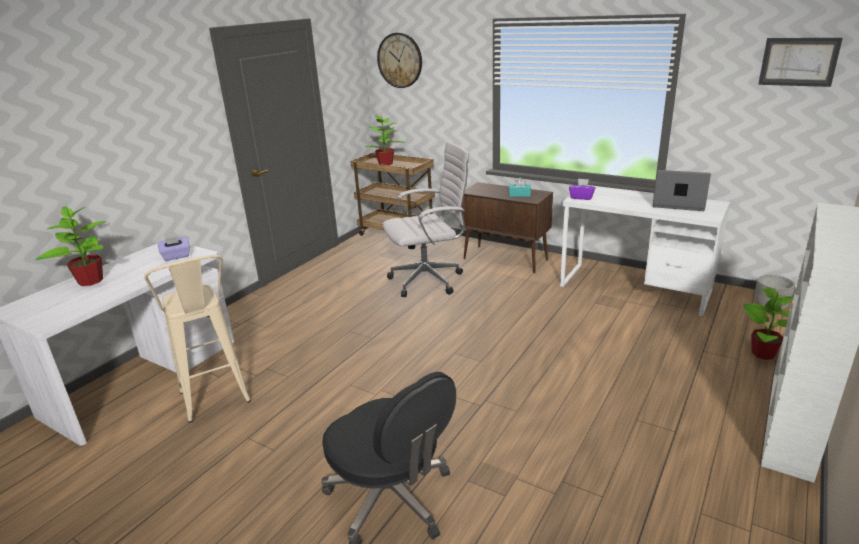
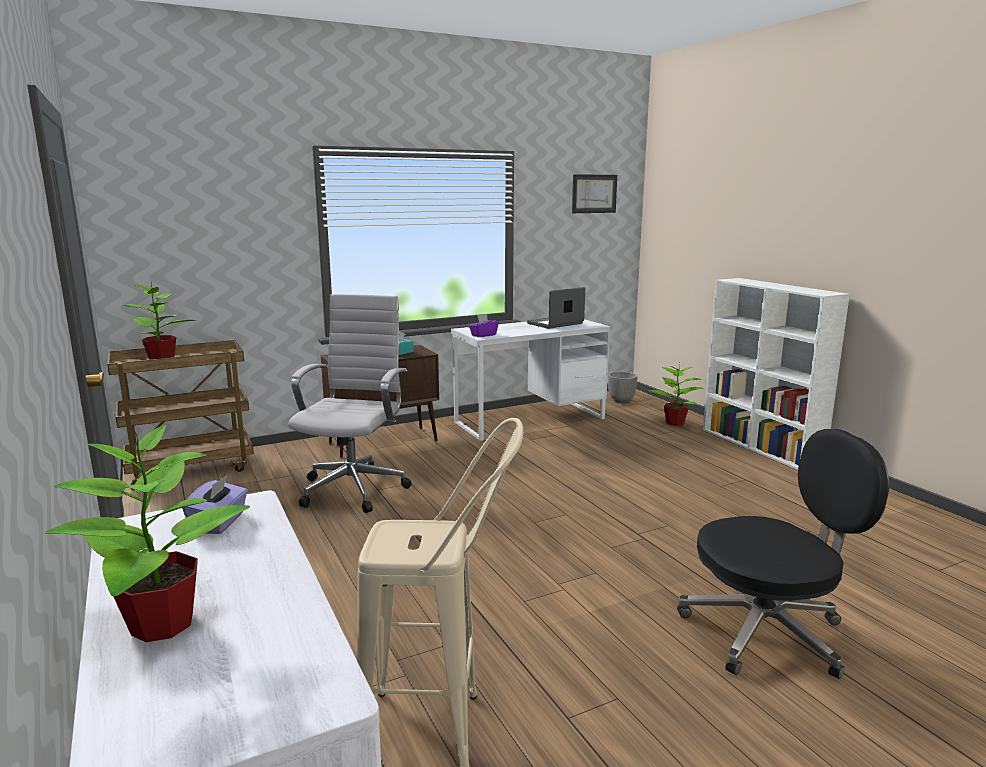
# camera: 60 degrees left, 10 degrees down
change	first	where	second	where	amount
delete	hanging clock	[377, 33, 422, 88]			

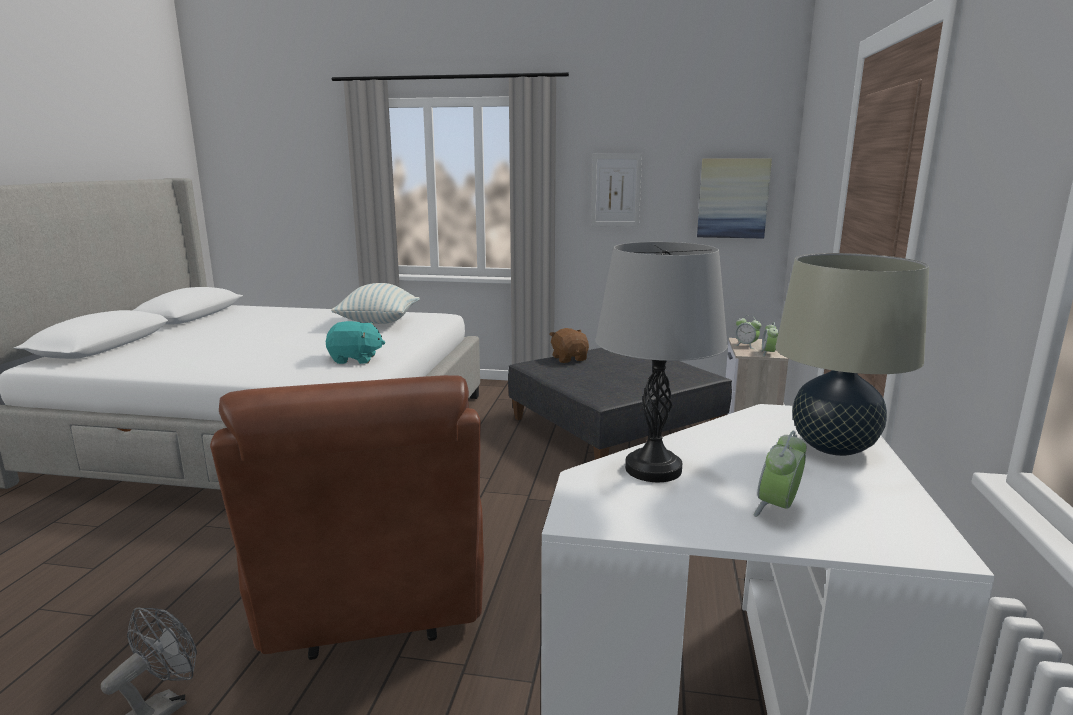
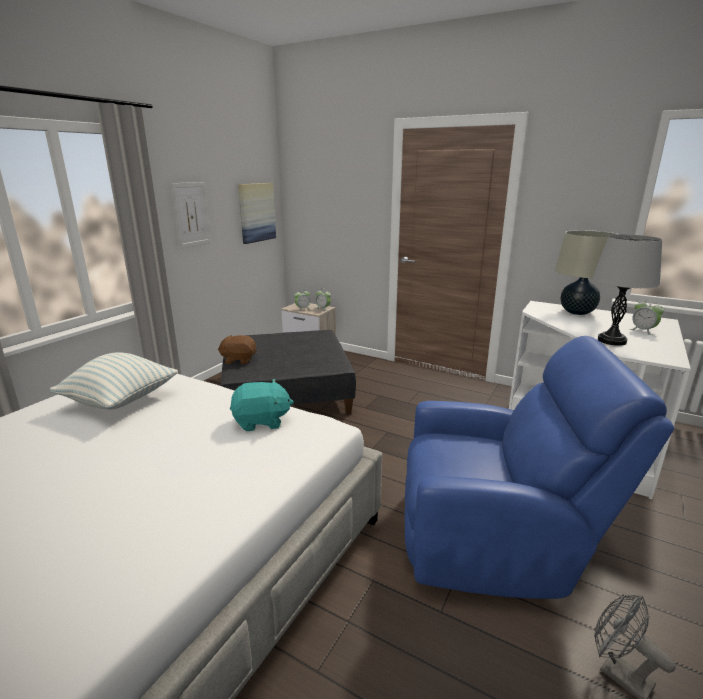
# camera: 70 degrees left, 5 degrees up
change	first	where	second	where	amount
recolor	brown easy chair	[210, 375, 484, 660]	blue easy chair	[404, 336, 674, 599]	
rotate	turquoise plush toy	[326, 321, 385, 364]		[230, 379, 294, 431]	60 degrees clockwise

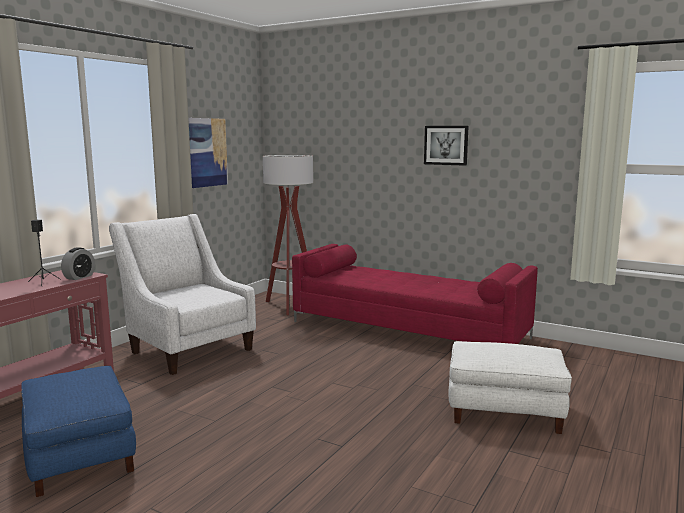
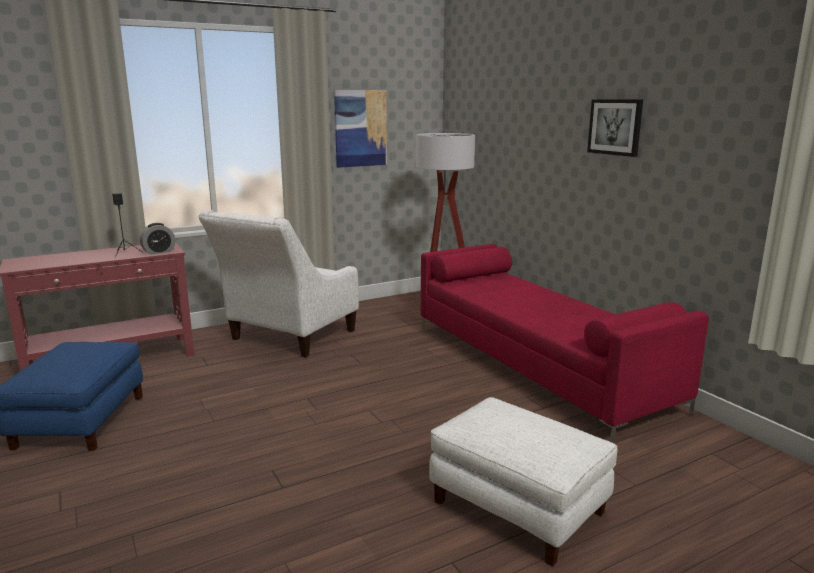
# camera: 30 degrees right, 5 degrees up
change	first	where	second	where	amount
rotate	white easy chair	[109, 214, 256, 375]		[199, 209, 359, 358]	135 degrees counterclockwise

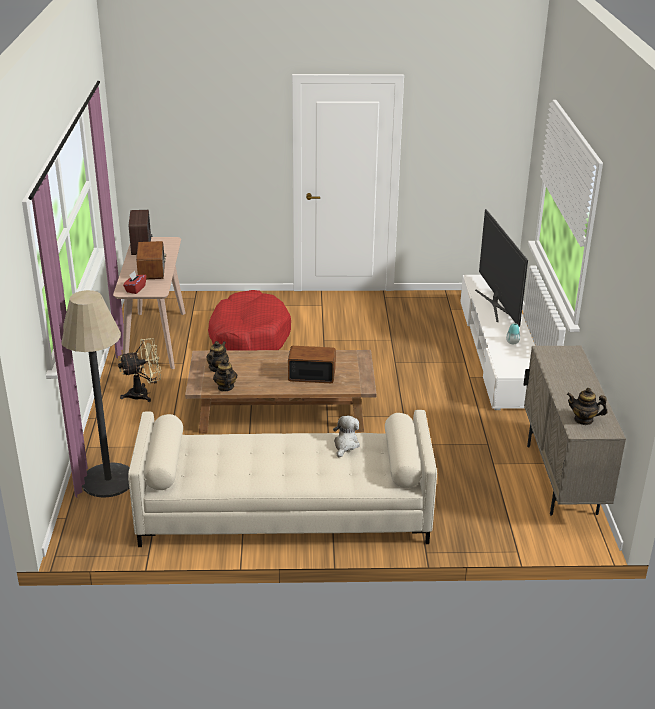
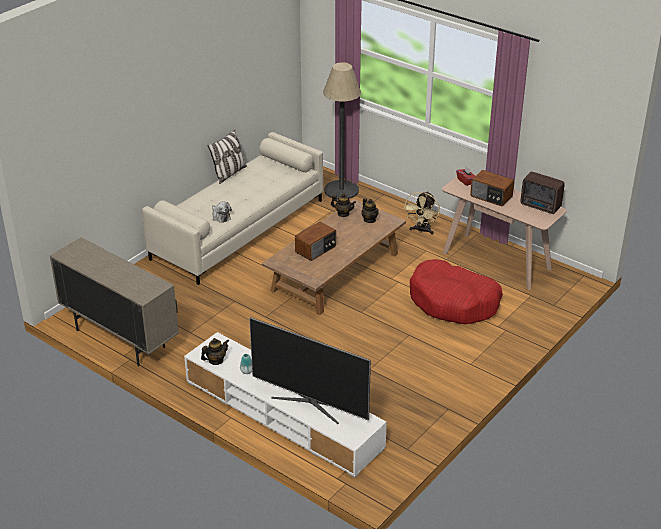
# camera: 130 degrees right, 5 degrees up
change	first	where	second	where	amount
move	tea pot	[567, 388, 607, 425]		[201, 338, 229, 365]	
insert			throw pillow	[207, 130, 247, 184]	

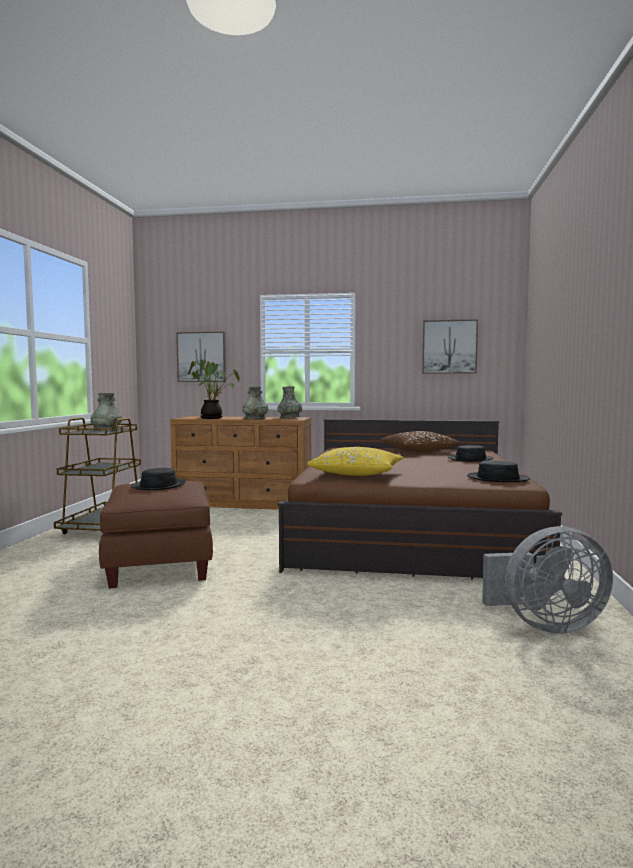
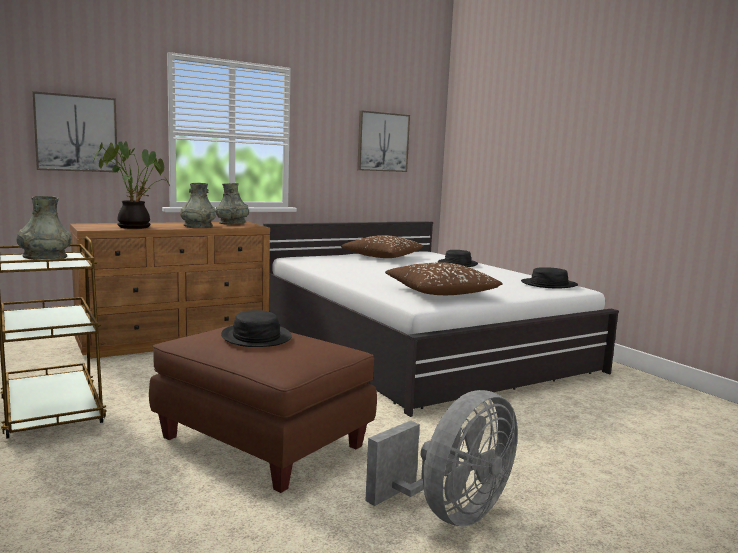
# camera: 40 degrees left, 5 degrees up
change	first	where	second	where	amount
recolor	brown bedroom bed	[278, 419, 562, 580]	white bedroom bed	[263, 221, 619, 417]	
recolor	yellowish throw pillow	[307, 447, 404, 476]	brown throw pillow	[385, 262, 503, 295]	
move	grey electric fan	[482, 526, 613, 634]		[365, 390, 518, 527]	

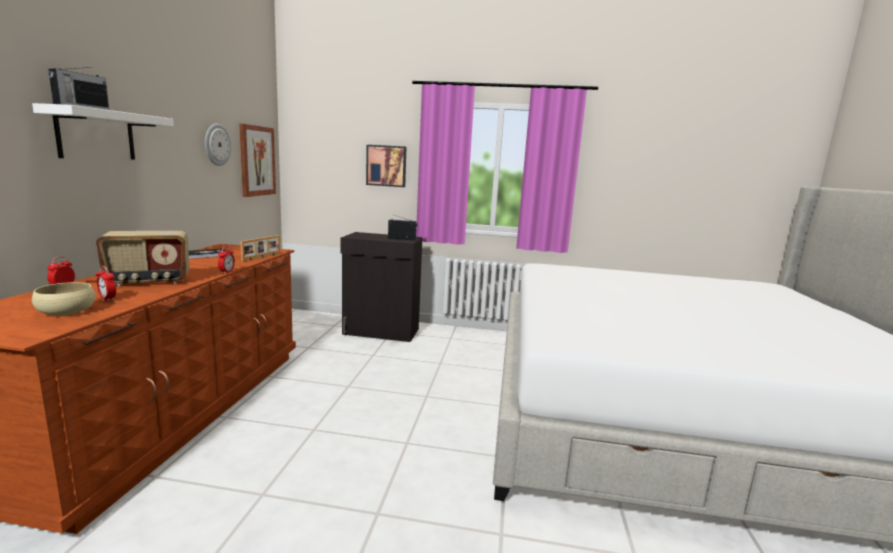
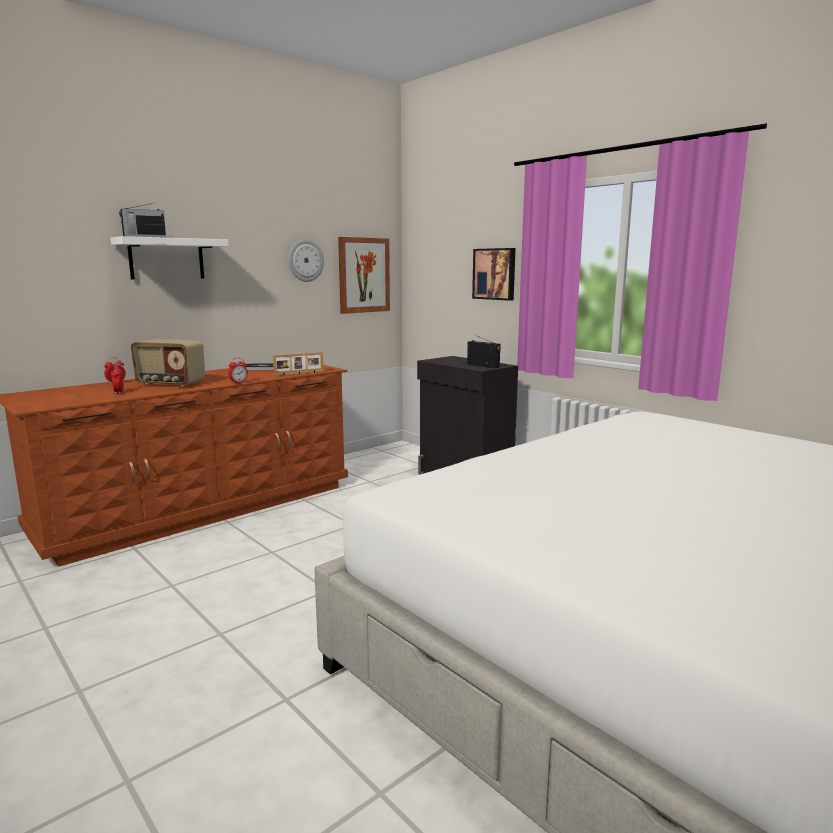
# camera: 40 degrees right, 0 degrees up
change	first	where	second	where	amount
delete	sand-coloured bowl	[32, 282, 95, 316]			

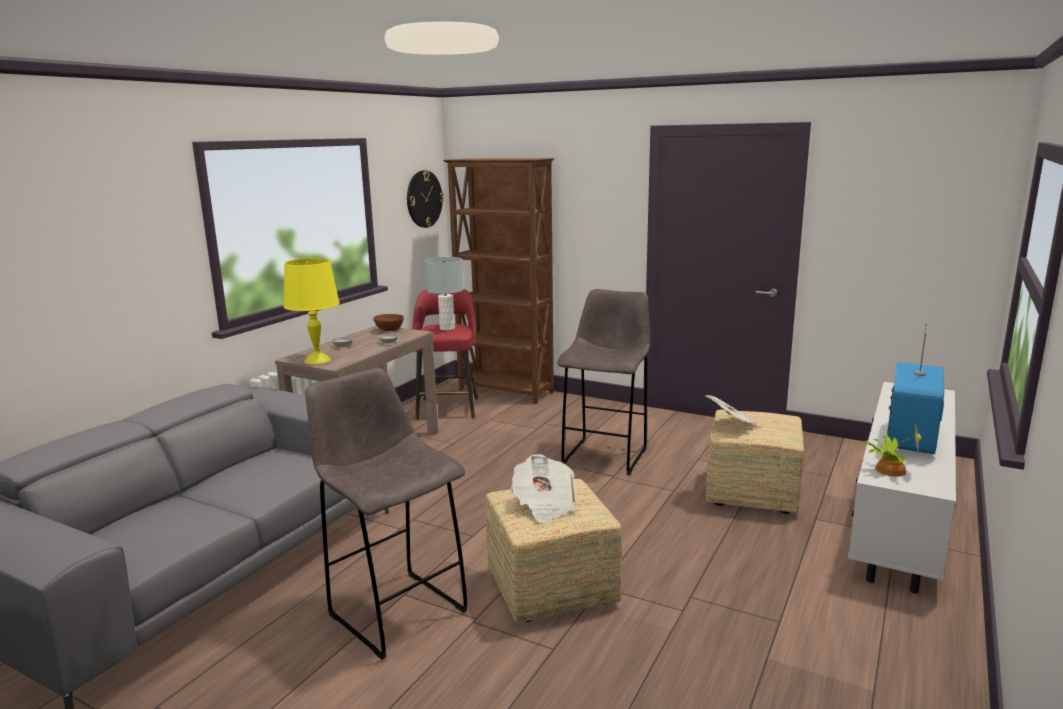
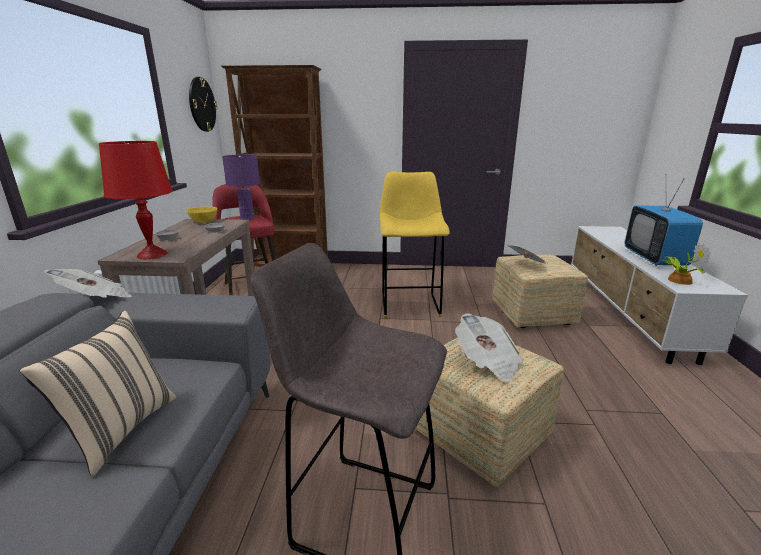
# camera: 25 degrees left, 5 degrees up
change	first	where	second	where	amount
recolor	yellowish tabletop lamp	[284, 258, 340, 364]	red-coloured tabletop lamp	[99, 141, 172, 259]	
recolor	brown bowl	[373, 314, 404, 331]	yellowish bowl	[187, 207, 217, 223]	
recolor	grey tabletop lamp	[425, 257, 463, 331]	purple tabletop lamp	[222, 154, 260, 220]	
recolor	grey sitting stool	[557, 289, 650, 475]	yellowish sitting stool	[379, 172, 450, 318]	
insert			sand-coloured throw pillow	[19, 311, 176, 476]	
insert			daily paper	[44, 269, 133, 298]	

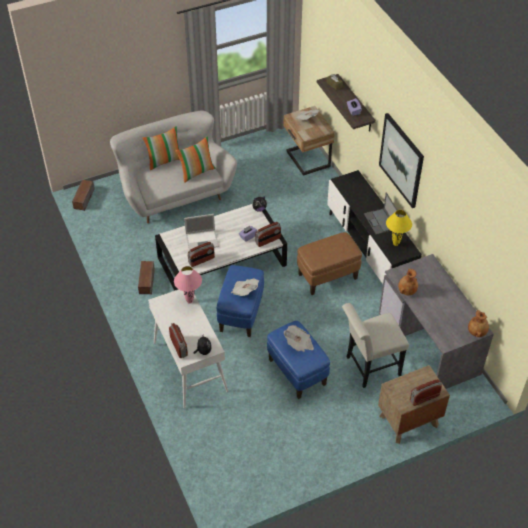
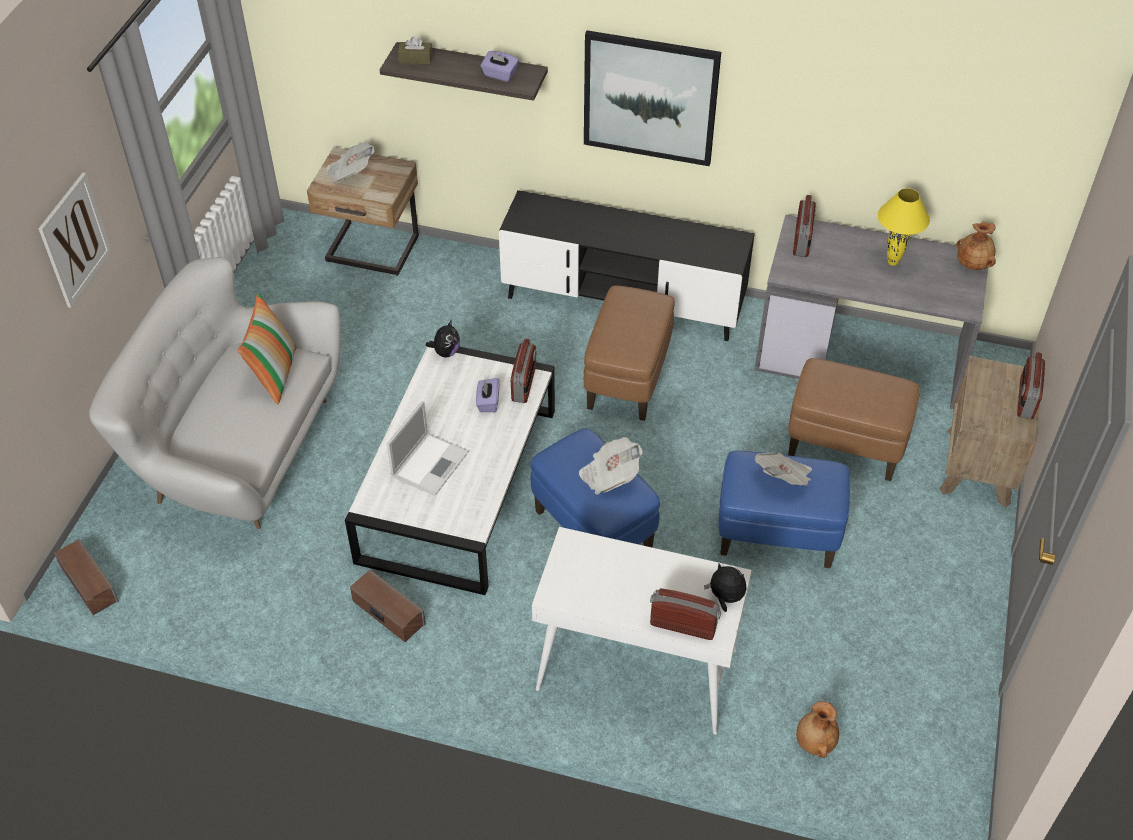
# camera: 50 degrees left, 0 degrees up
change	first	where	second	where	amount
delete	throw pillow	[143, 126, 180, 170]			
delete	pinkish tabletop lamp	[174, 266, 202, 304]			
move	radio receiver	[187, 242, 215, 267]		[793, 195, 817, 257]	
replace	white upright chair	[342, 303, 409, 388]	brown footrest	[788, 358, 920, 481]	
delete	portable computer	[364, 192, 399, 235]			
move	yellowish tabletop lamp	[386, 210, 412, 246]		[877, 188, 930, 266]	
move	brown vase	[398, 269, 418, 295]		[796, 701, 839, 758]	
insert			picture	[38, 172, 112, 308]	

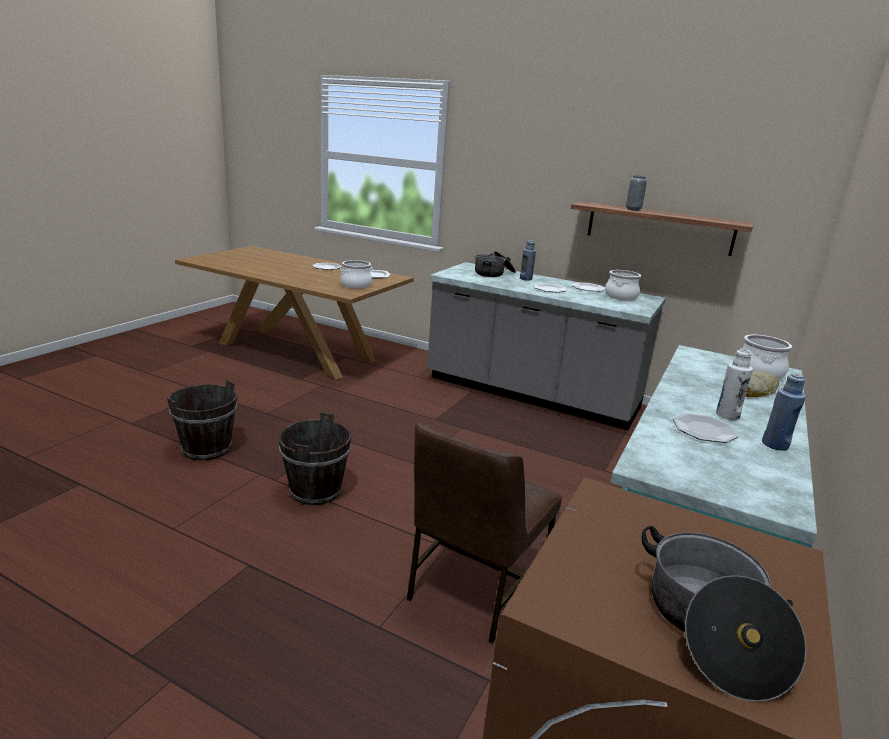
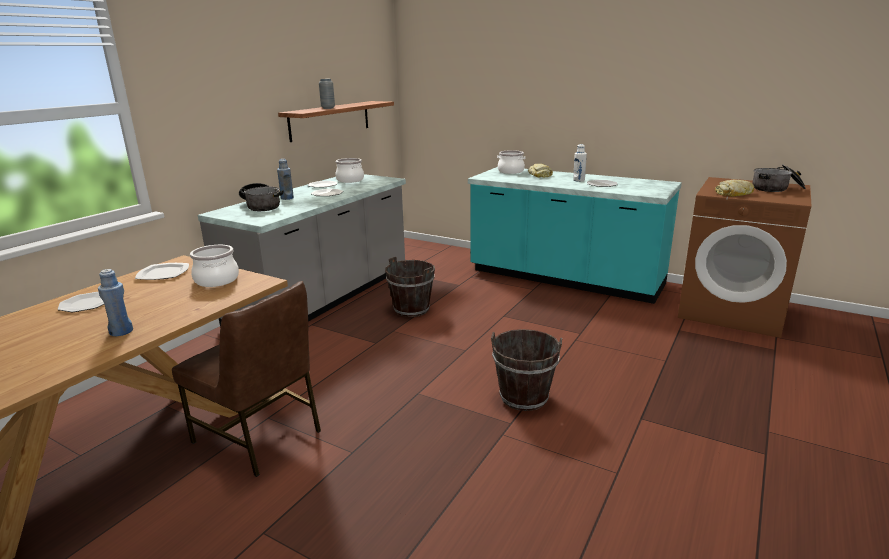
# camera: 85 degrees left, 0 degrees up
change	first	where	second	where	amount
move	brown bucket	[167, 380, 237, 461]		[385, 257, 435, 317]	
move	brown upright chair	[407, 422, 562, 644]		[172, 281, 321, 477]	
move	blue drink bottle	[762, 373, 806, 451]		[98, 269, 133, 336]	
insert			bread	[715, 180, 755, 196]	

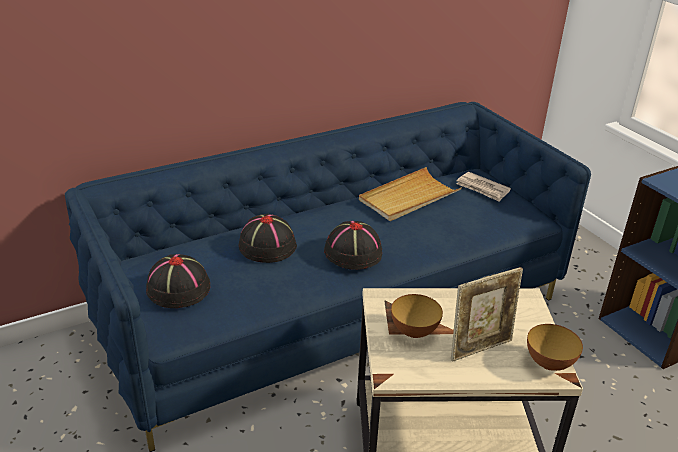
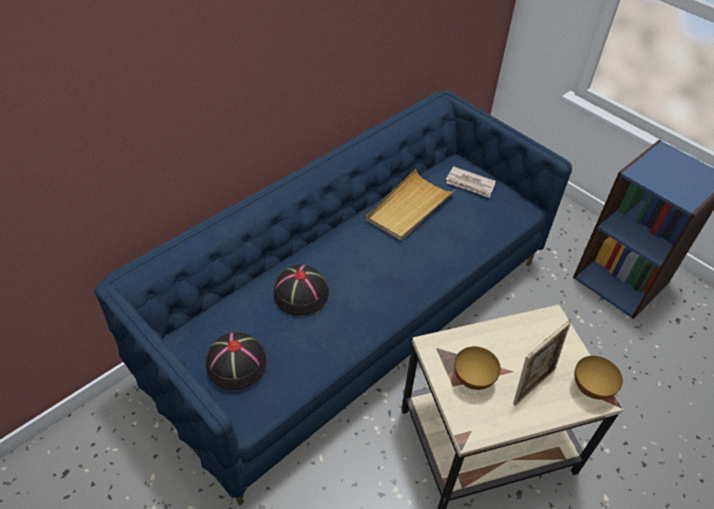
# camera: 15 degrees left, 15 degrees up
change	first	where	second	where	amount
delete	black-coloured hat	[324, 221, 382, 270]			

